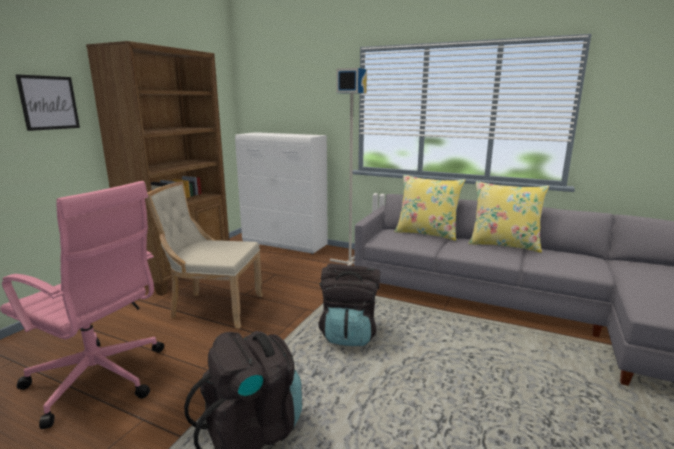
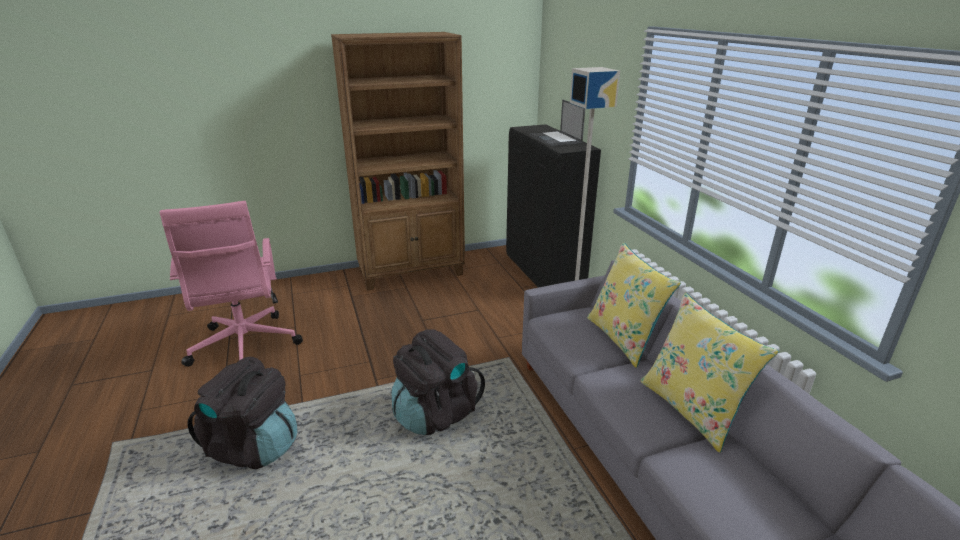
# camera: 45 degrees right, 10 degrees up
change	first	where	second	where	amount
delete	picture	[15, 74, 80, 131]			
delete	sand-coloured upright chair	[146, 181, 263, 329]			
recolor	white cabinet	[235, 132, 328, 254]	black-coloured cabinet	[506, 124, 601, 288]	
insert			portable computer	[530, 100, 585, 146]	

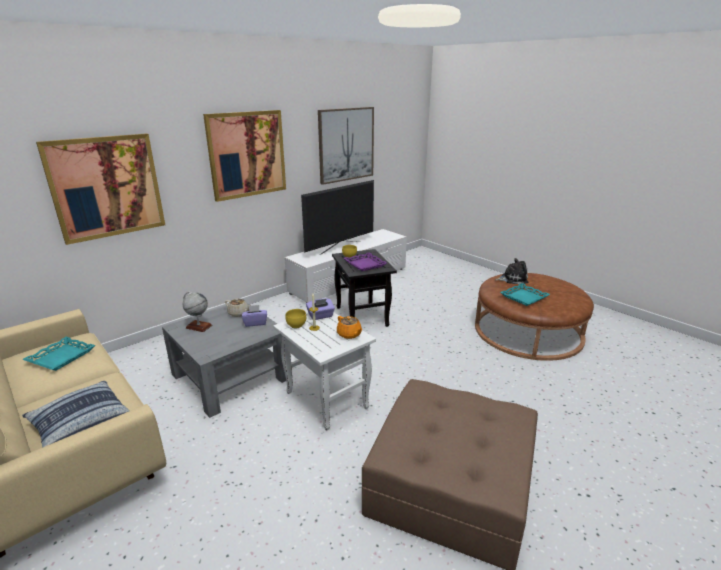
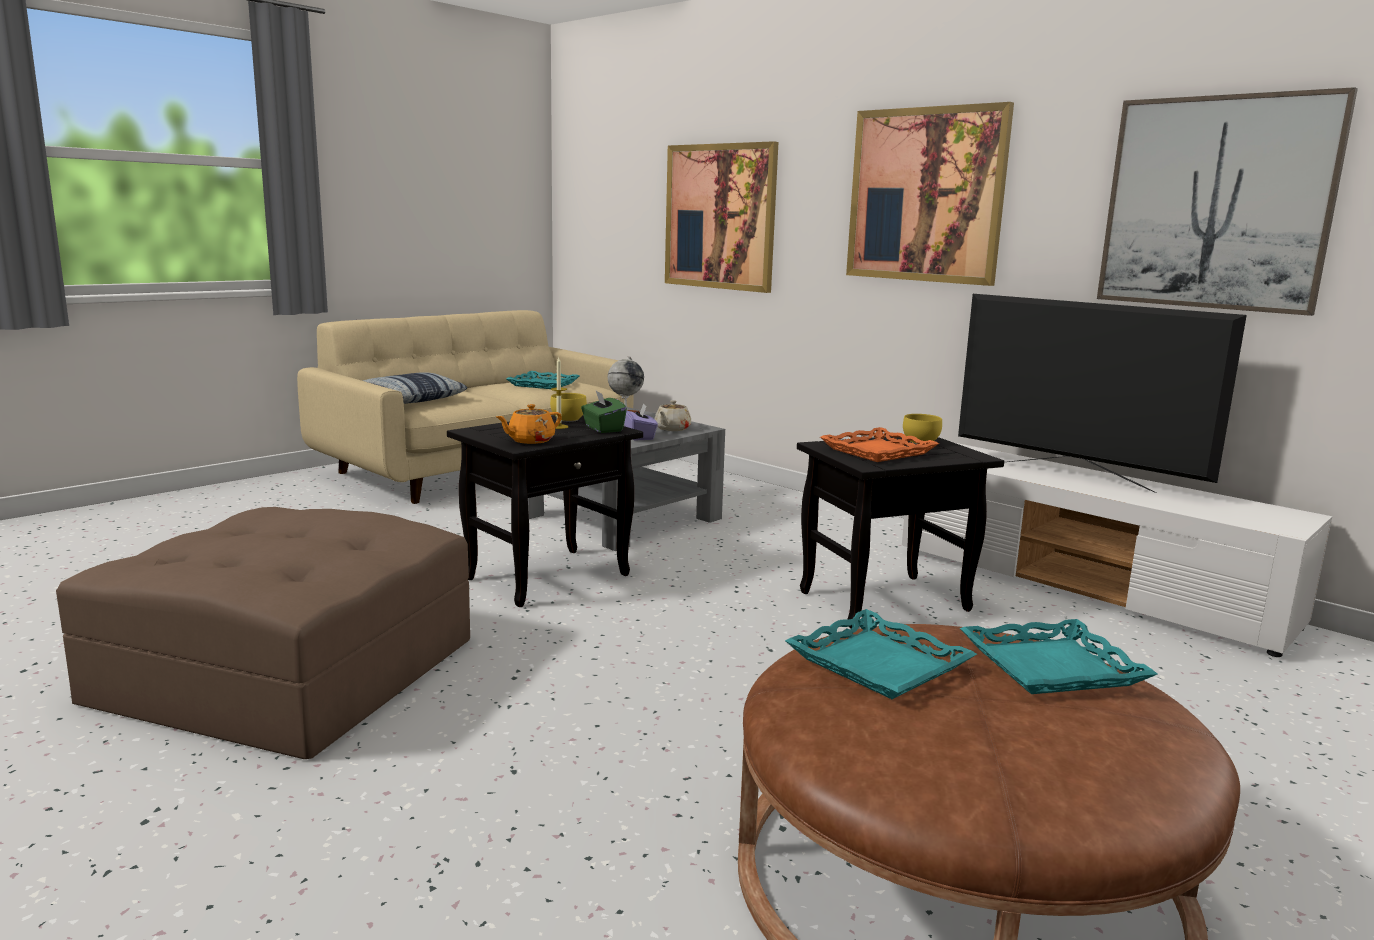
# camera: 85 degrees right, 10 degrees down
change	first	where	second	where	amount
recolor	white accent table	[273, 312, 376, 431]	black-coloured accent table	[447, 415, 643, 607]	
recolor	purple tissue box	[306, 298, 335, 320]	greenish tissue box	[581, 391, 627, 433]	
recolor	purple carrying tray	[344, 252, 387, 271]	orange carrying tray	[820, 427, 939, 462]	
replace	plush toy	[495, 258, 528, 284]	turquoise carrying tray	[960, 619, 1158, 694]	

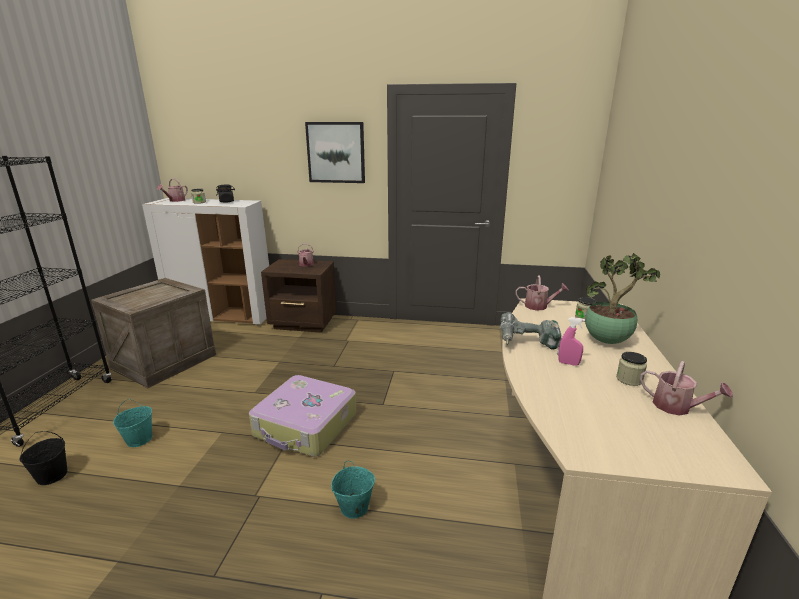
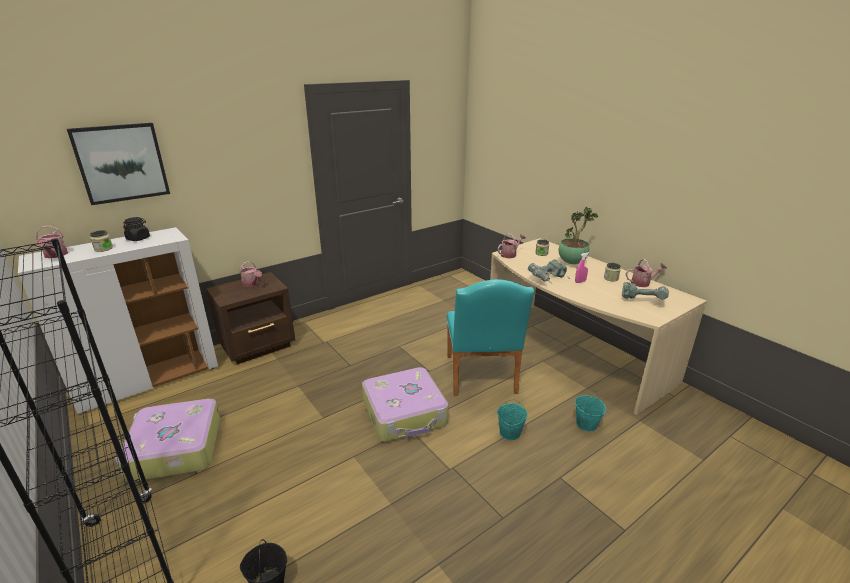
# camera: 45 degrees left, 5 degrees up
change	first	where	second	where	amount
replace	crate	[91, 278, 216, 388]	travel case	[115, 399, 220, 482]	
move	turquoise bucket	[113, 399, 152, 447]		[575, 390, 606, 432]	
move	picture	[305, 122, 365, 183]		[67, 123, 170, 205]	
insert			turquoise upright chair	[447, 279, 534, 396]	
insert			drill	[622, 282, 669, 300]	

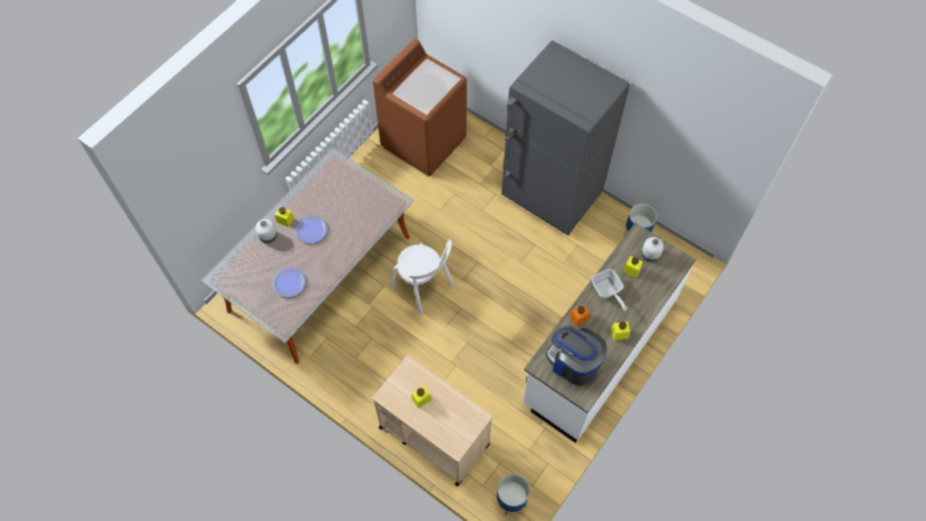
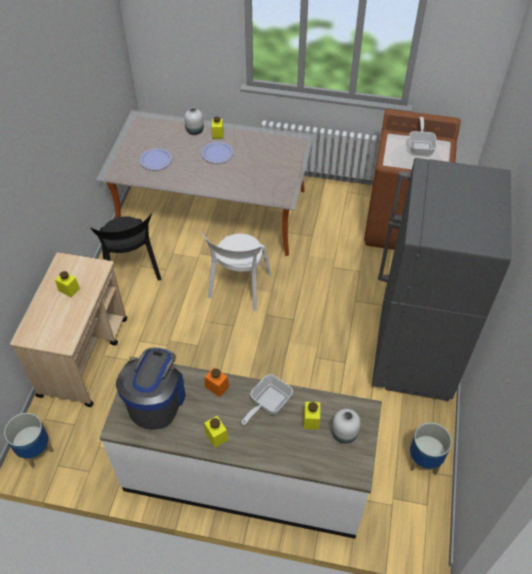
# camera: 65 degrees right, 10 degrees down
change	first	where	second	where	amount
insert			black-coloured upright chair	[90, 213, 161, 280]	
insert			skillet	[409, 117, 437, 156]	

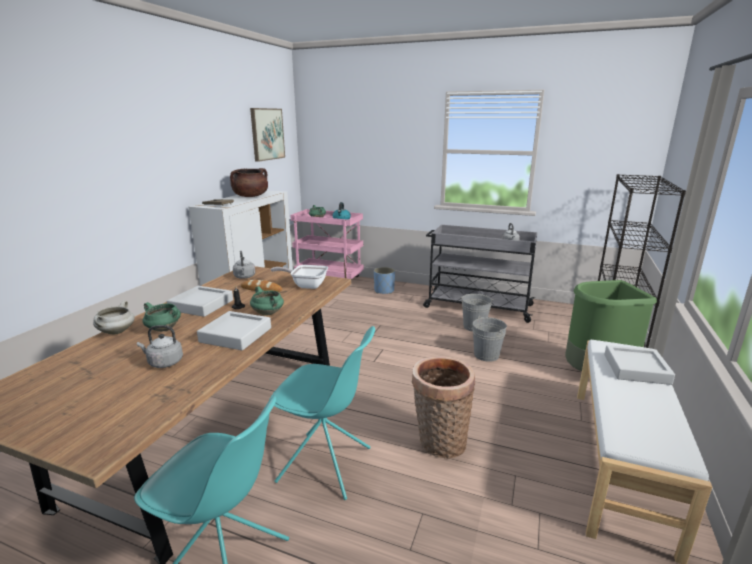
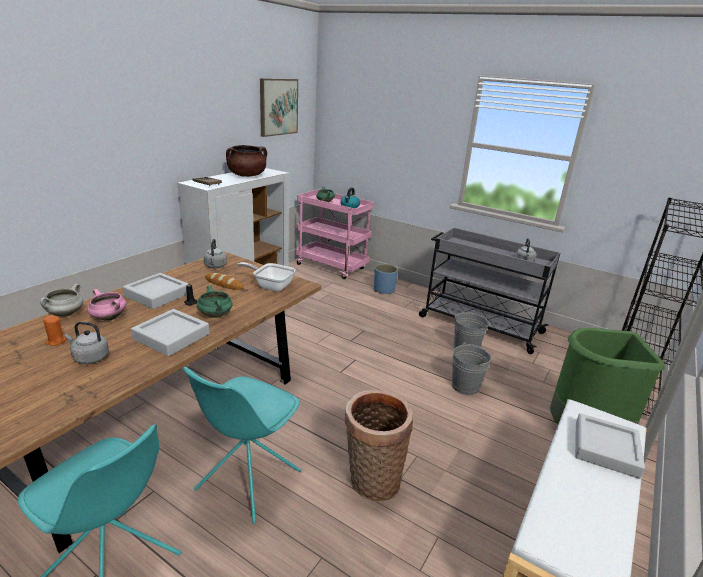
# camera: 10 degrees right, 5 degrees up
change	first	where	second	where	amount
recolor	greenish stockpot	[142, 302, 181, 332]	pinkish stockpot	[87, 289, 127, 321]	
rotate	turquoise upright chair	[269, 326, 375, 500]		[183, 367, 301, 524]	90 degrees clockwise
insert			orange wax light	[43, 315, 67, 346]	

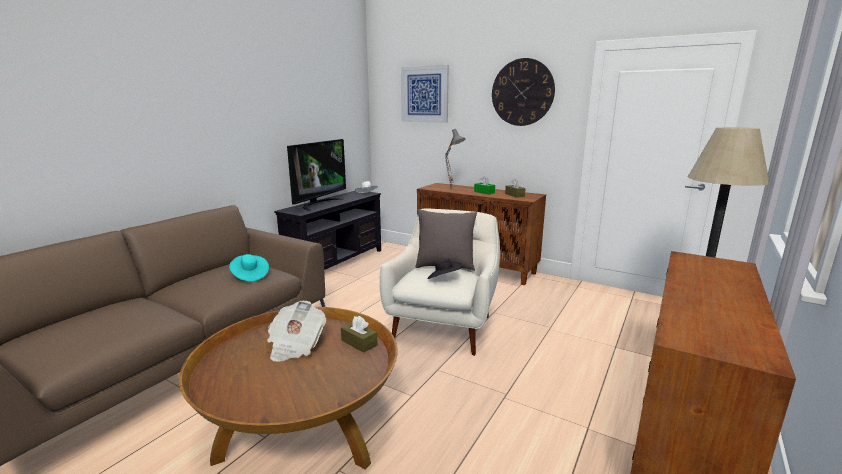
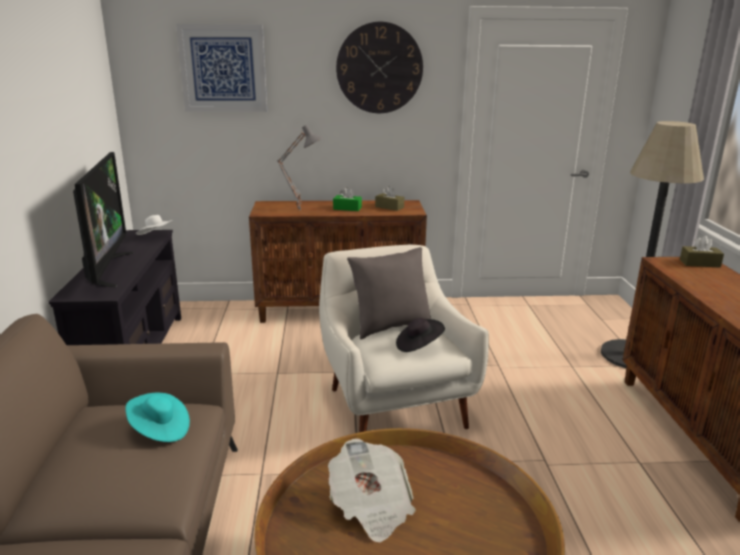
# camera: 35 degrees left, 5 degrees up
change	first	where	second	where	amount
move	brown tissue box	[341, 316, 377, 353]		[680, 236, 724, 268]	

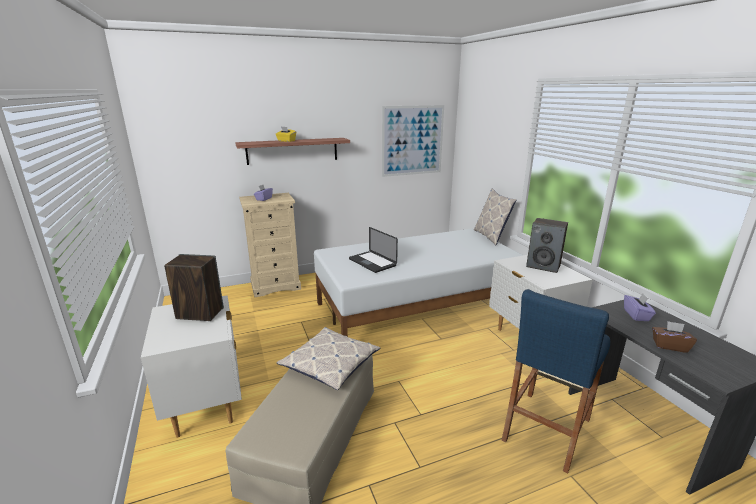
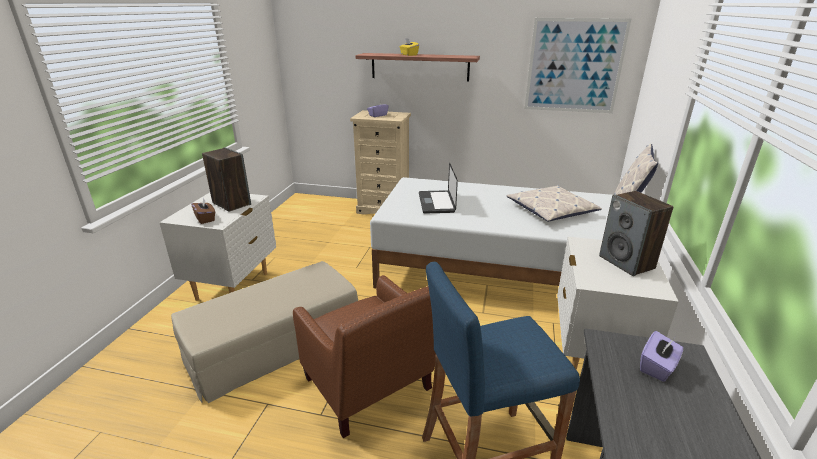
# camera: 35 degrees right, 5 degrees up
change	first	where	second	where	amount
move	throw pillow	[276, 327, 380, 390]		[506, 185, 602, 222]	
move	brown tissue box	[652, 321, 697, 353]		[191, 197, 215, 224]	
insert			brown easy chair	[293, 275, 436, 438]	

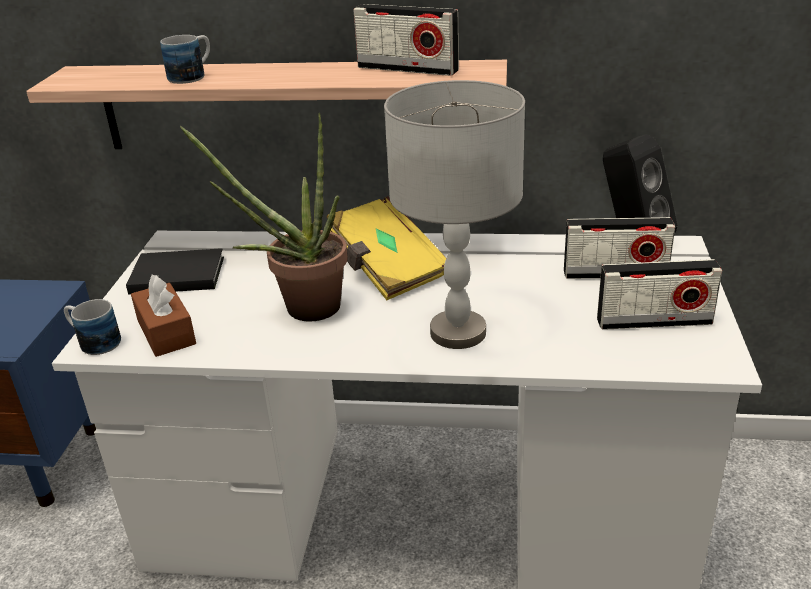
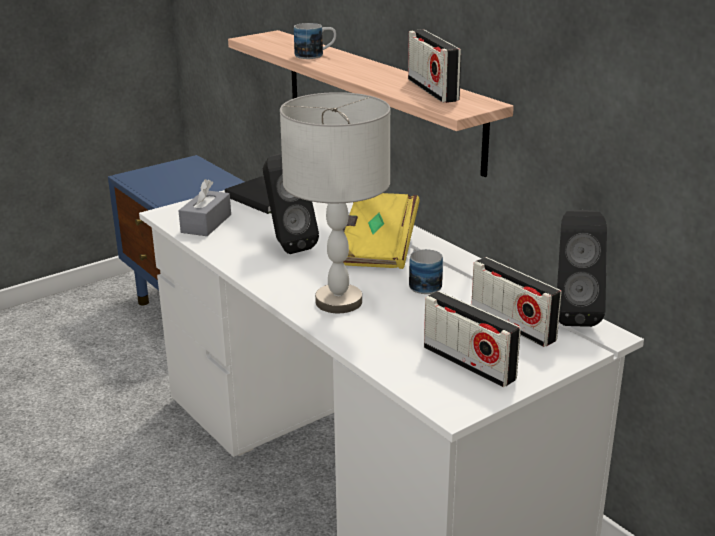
# camera: 45 degrees right, 5 degrees down
change	first	where	second	where	amount
move	coffee mug	[64, 299, 121, 355]		[409, 247, 443, 294]	
recolor	brown tissue box	[131, 275, 196, 357]	grey tissue box	[178, 179, 231, 236]	
replace	houseplant	[180, 113, 348, 322]	black-coloured speaker	[263, 153, 319, 254]	

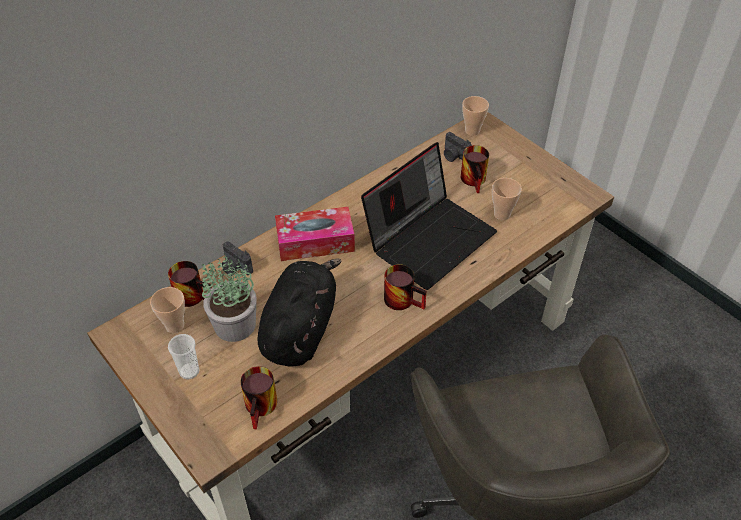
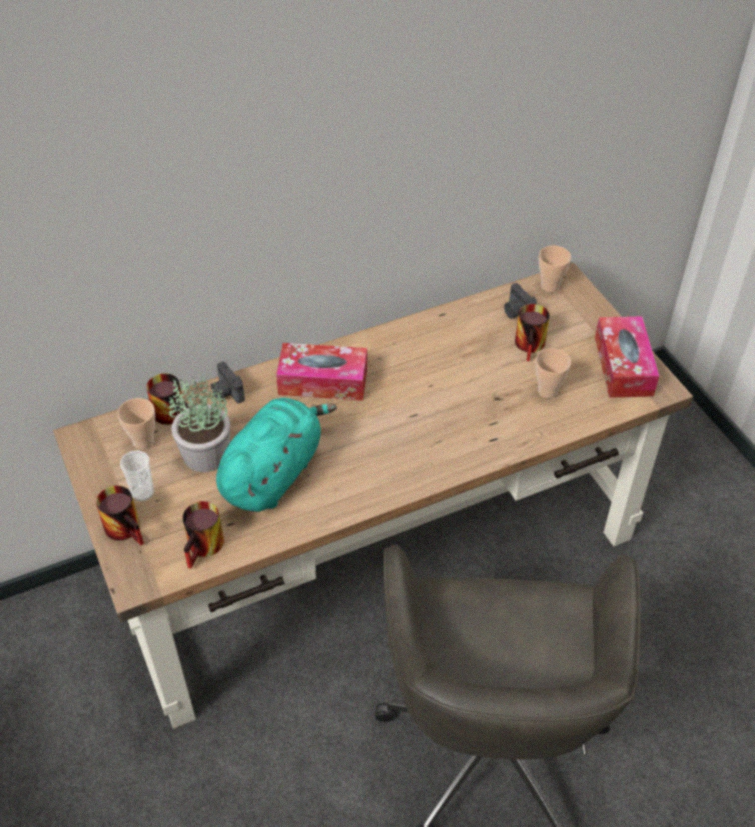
# camera: 15 degrees right, 0 degrees up
change	first	where	second	where	amount
recolor	black-coloured plush toy	[258, 259, 342, 367]	turquoise plush toy	[216, 398, 337, 512]	
delete	portable computer	[361, 142, 497, 290]			
move	coffee mug	[384, 264, 426, 310]		[96, 485, 144, 546]	
insert			tissue box	[595, 316, 659, 398]	

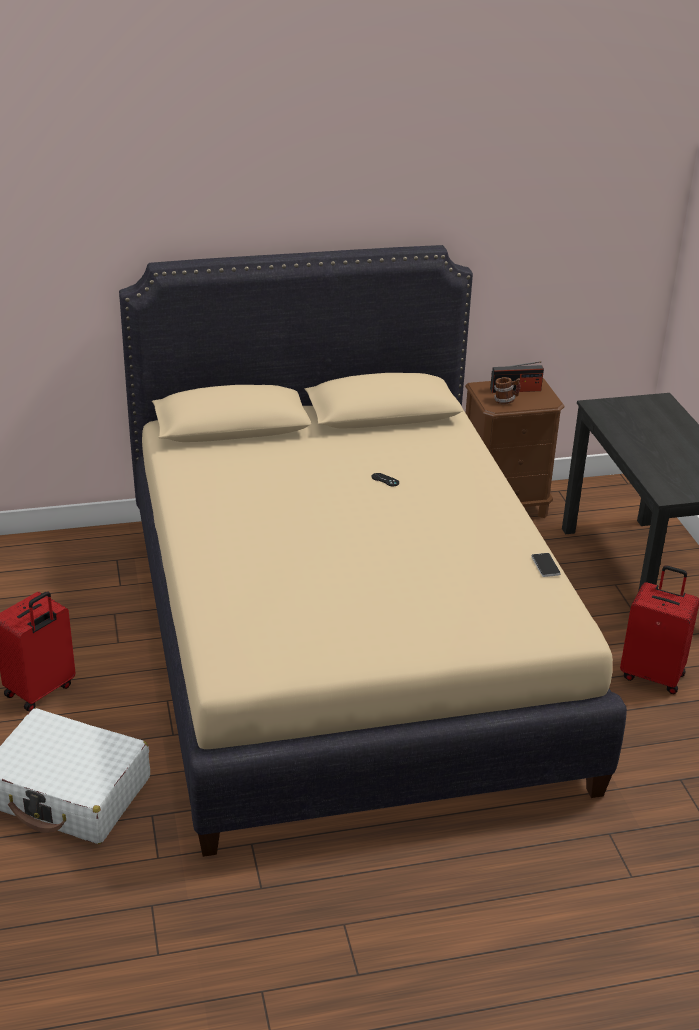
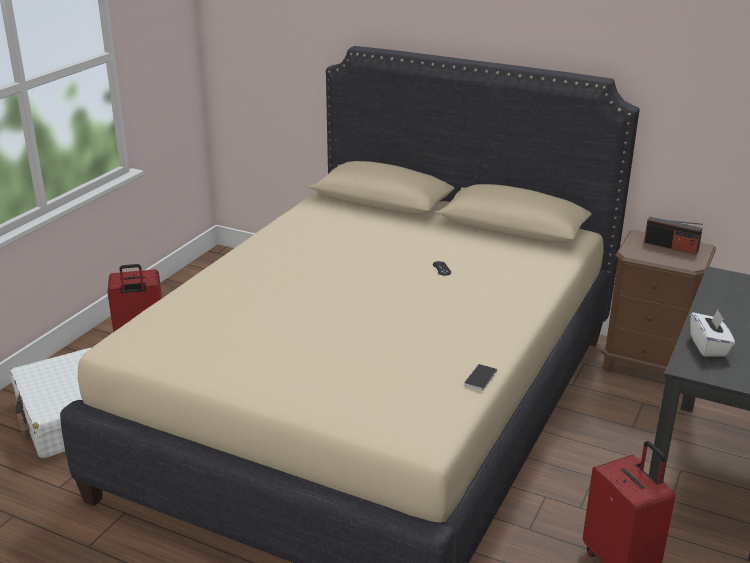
# camera: 40 degrees right, 5 degrees down
change	first	where	second	where	amount
delete	coffee mug	[494, 377, 521, 404]			
insert			white tissue box	[690, 310, 735, 357]	

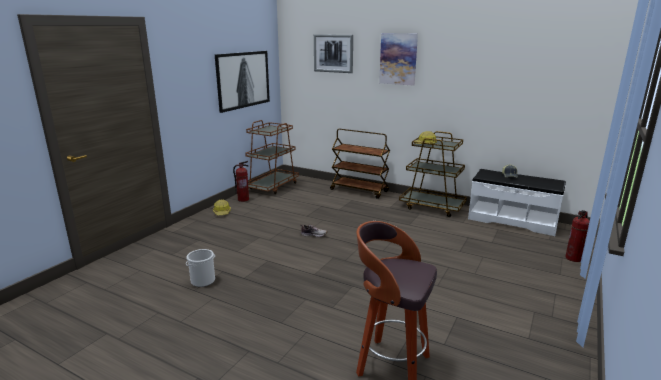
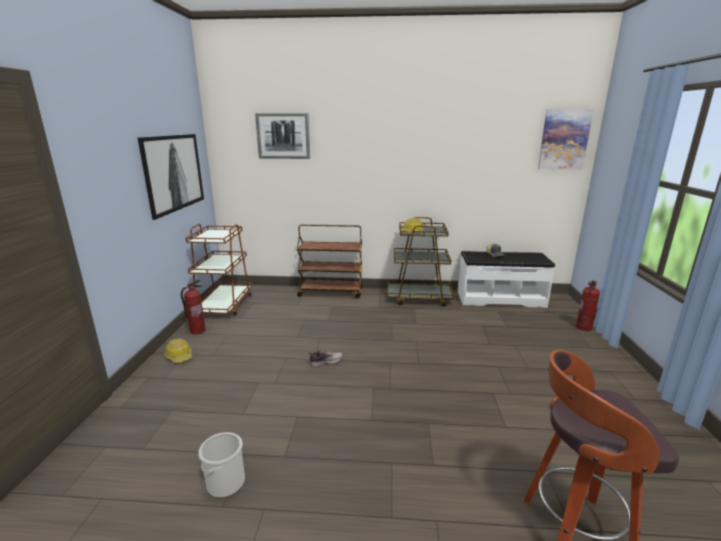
# camera: 25 degrees left, 0 degrees up
change	first	where	second	where	amount
move	picture	[379, 33, 418, 86]		[538, 109, 594, 170]	

